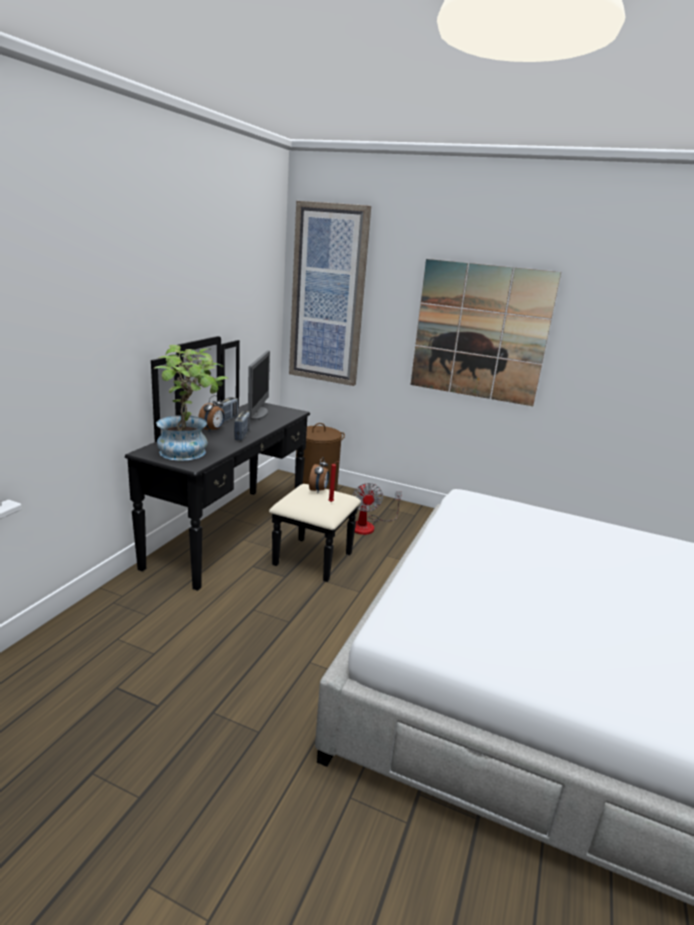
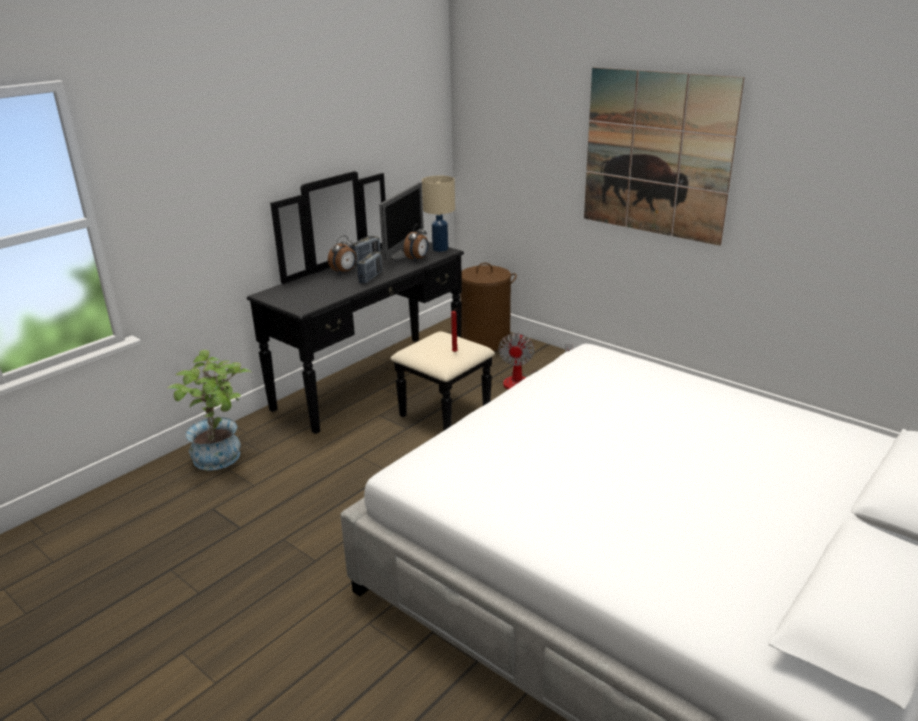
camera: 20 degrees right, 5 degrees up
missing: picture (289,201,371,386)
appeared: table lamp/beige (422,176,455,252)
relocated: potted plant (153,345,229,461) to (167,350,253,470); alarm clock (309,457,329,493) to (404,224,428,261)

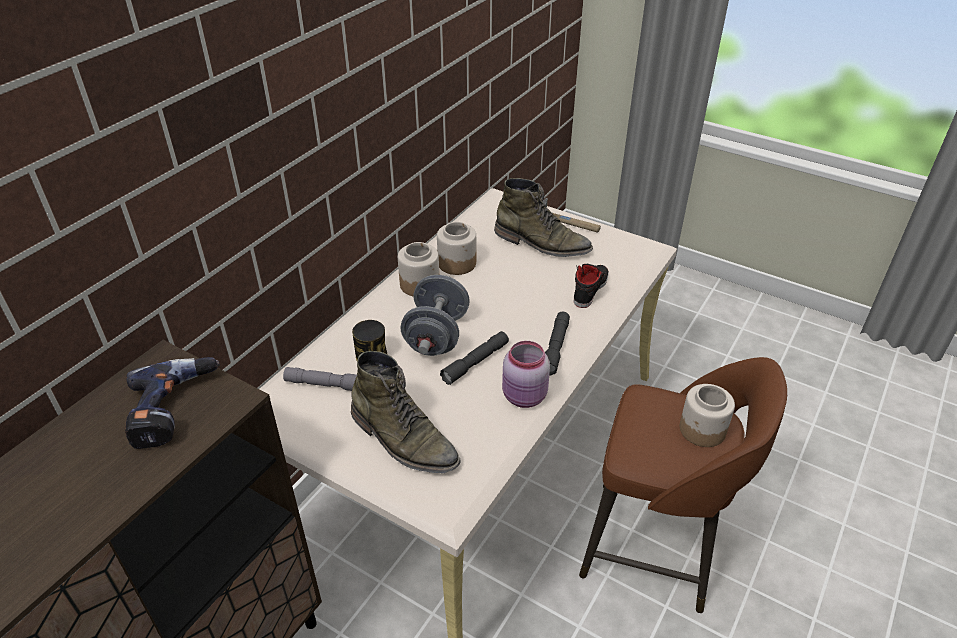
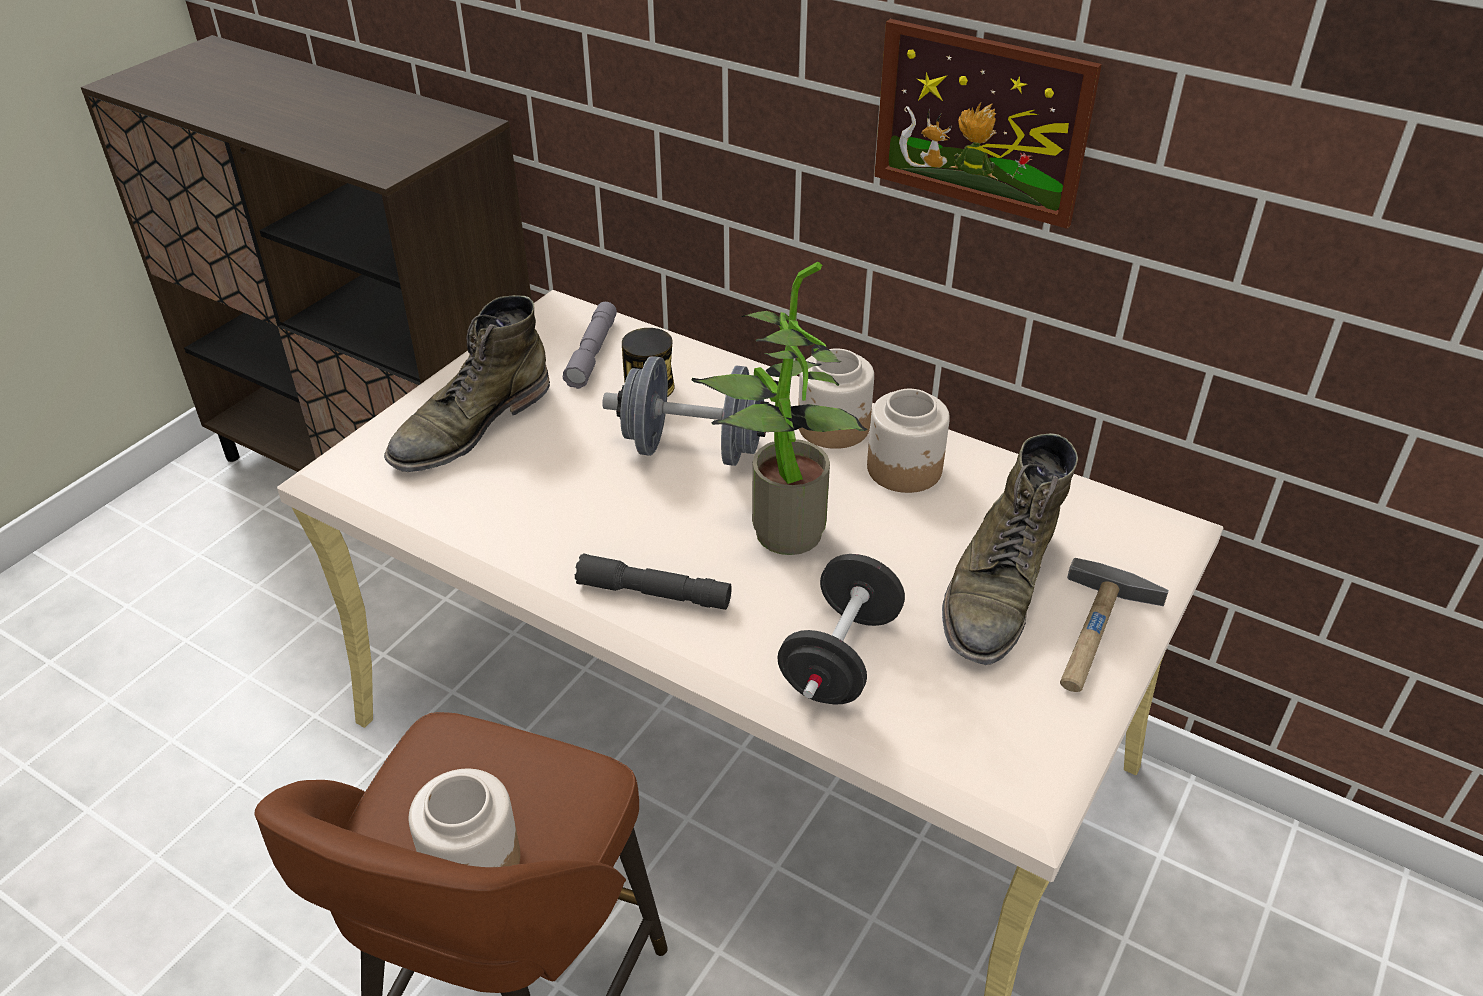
camera: 90 degrees right, 0 degrees up
missing: power drill (125,357,220,449); flashlight/grey (440,331,509,385); jar/pink (502,341,550,408)
appeared: potted plant (691,262,867,555); picture (874,19,1102,229)
exchanged: shoe/black (574,264,609,308) to dumbbell/black (777,554,905,705)

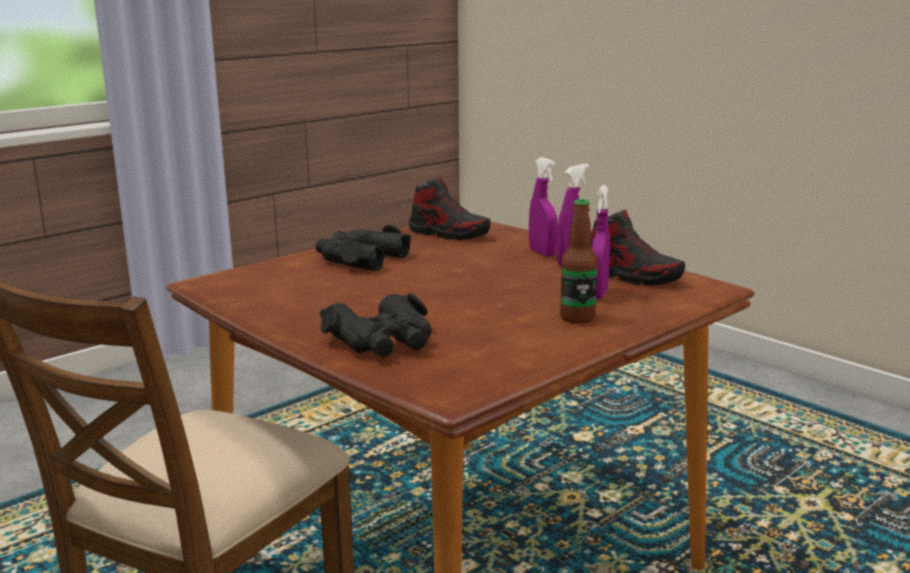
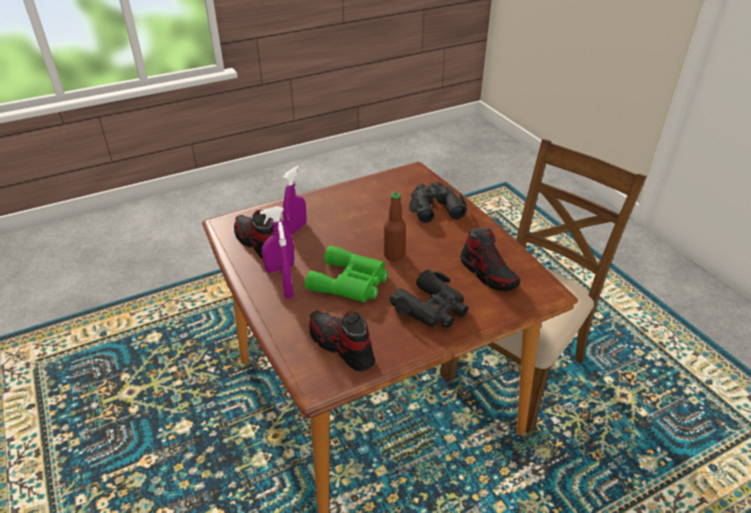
camera: 165 degrees left, 20 degrees up
appeared: binoculars/green (305,246,388,302); shoe (460,228,520,291)
relocated: bottle (560,199,598,323) to (384,192,406,261)

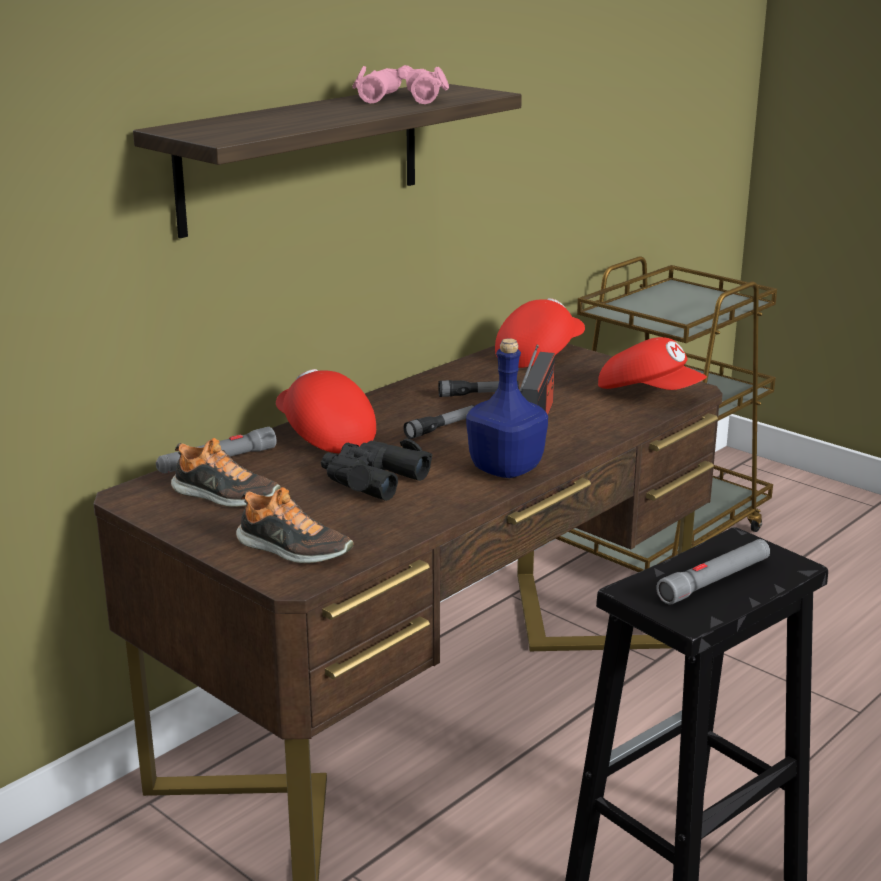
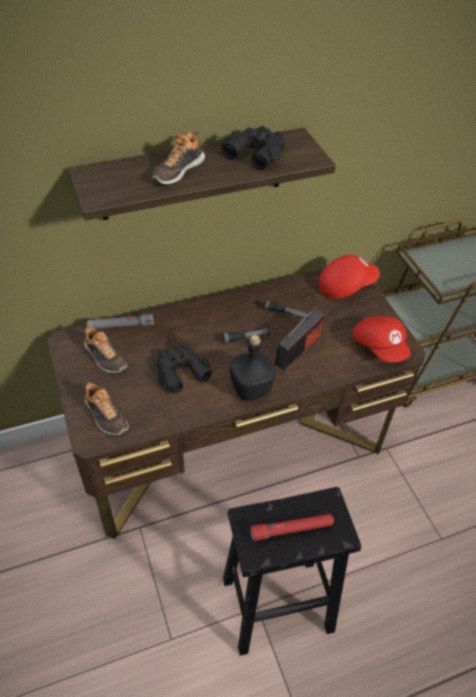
camera: 25 degrees right, 25 degrees up
missing: cap/red (276,369,376,454)
appeared: shoe (152,131,205,184)
colour: binoculars/pink (352,65,449,104) to binoculars/black (221,126,285,170); bottle/blue (466,338,548,478) to bottle/black (230,335,276,401); flashlight/grey (656,539,770,605) to flashlight/red (250,514,334,541)

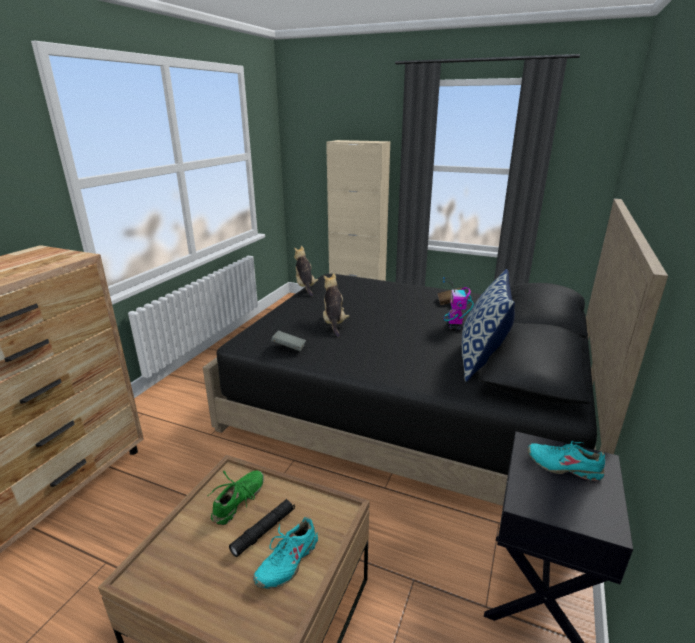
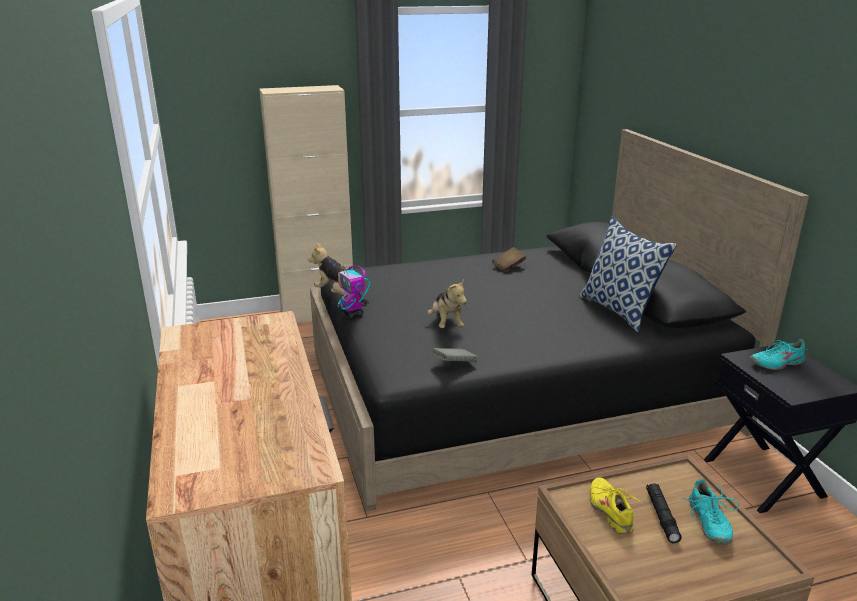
camera: 40 degrees left, 0 degrees up
relocated: toy robot (443,277,474,331) to (328,260,370,318)
colour: shoe/green (208,470,264,525) to shoe/yellow (590,477,643,534)
spun: plush toy (323,273,350,338) = (427,280,467,328) 150 degrees counterclockwise

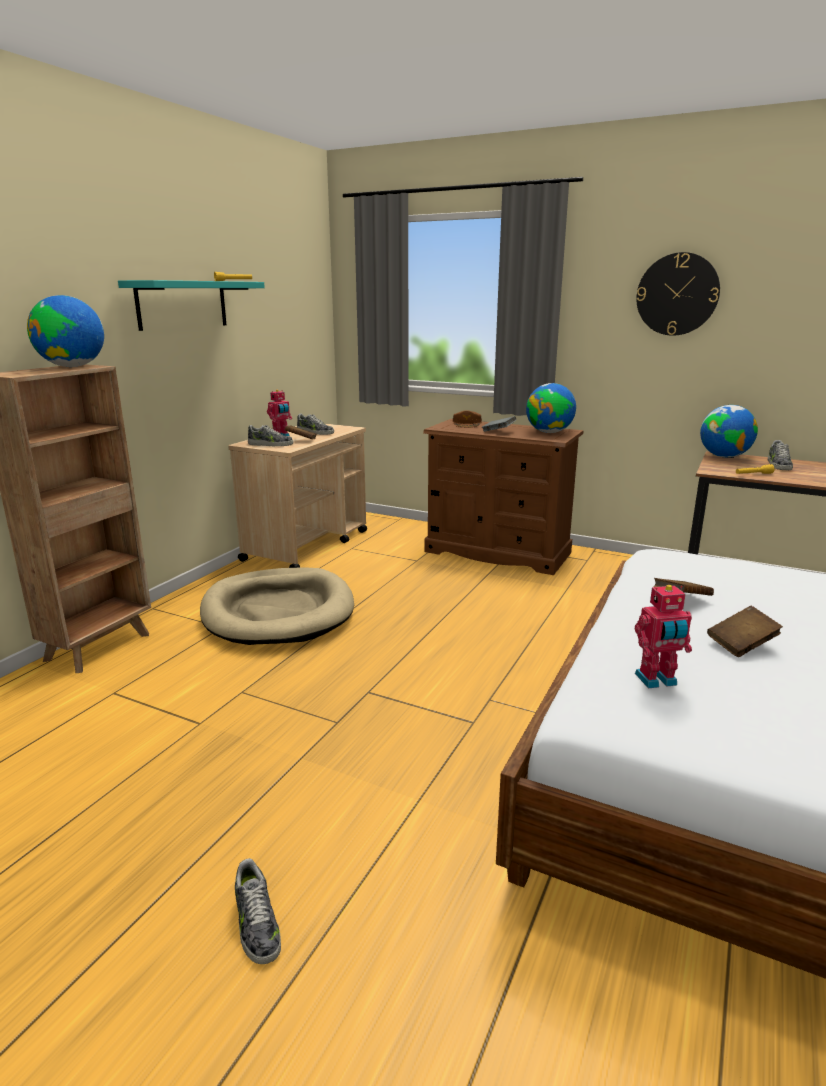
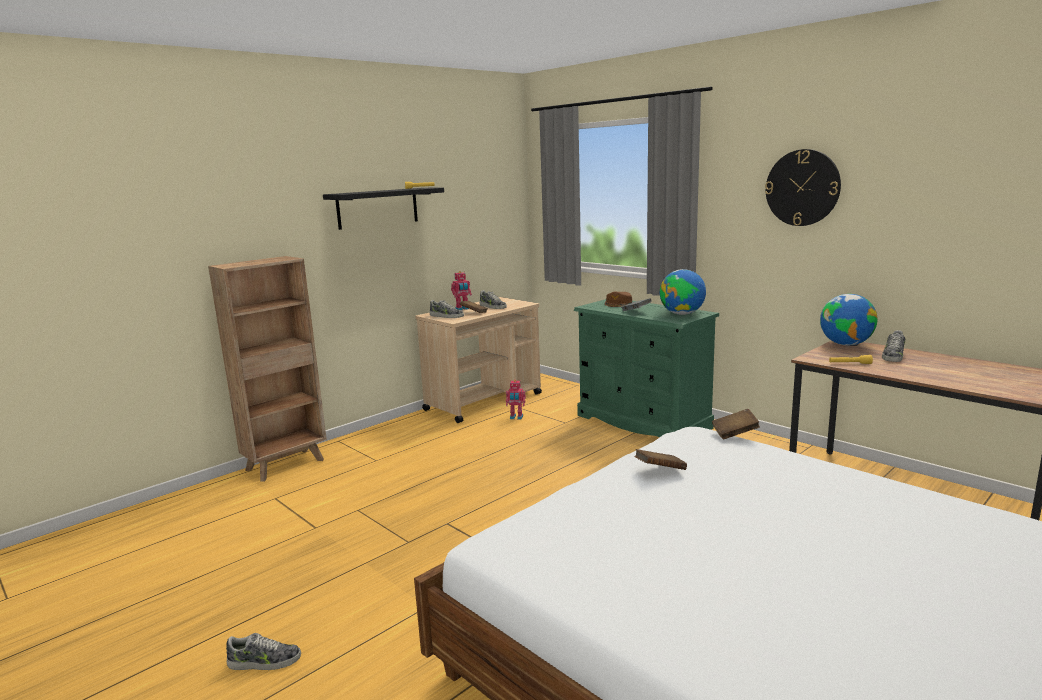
camera: 20 degrees right, 5 degrees down
missing: globe (27,295,104,367); dog bed/beige (200,568,354,645)
relocated: toy robot (635,585,692,689) to (506,380,526,420); book/brown (707,606,783,657) to (712,409,760,440)
colour: shelf/turquoise (118,280,265,331) to shelf/black (323,188,444,230); dresser/brown (423,419,583,575) to dresser/green (574,299,719,437)
spun: shoe (235,858,281,964) = (226,633,301,670) 90 degrees counterclockwise

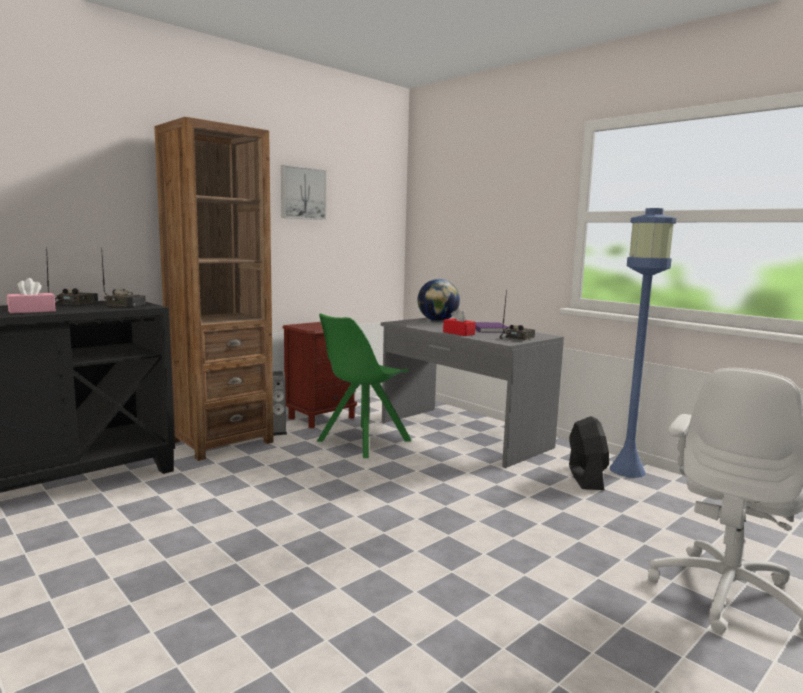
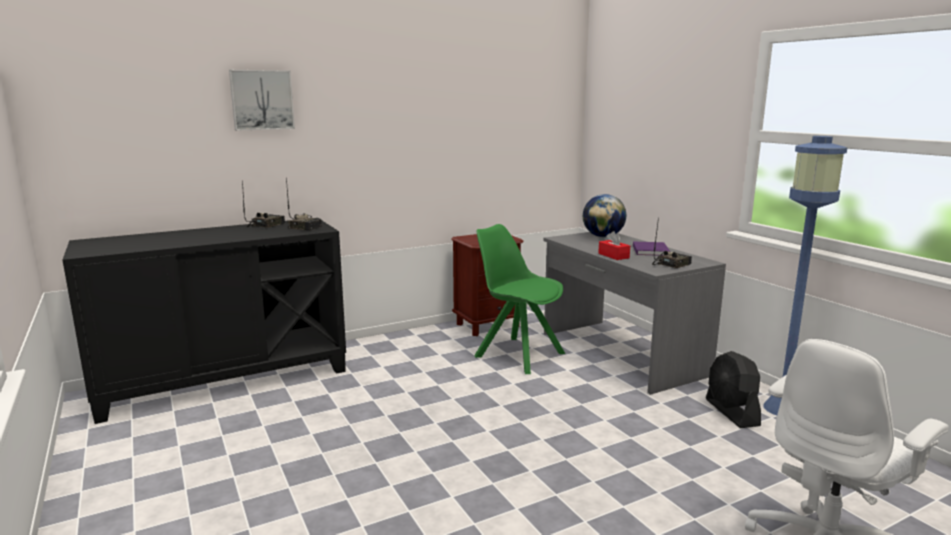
camera: 15 degrees right, 5 degrees up
missing: tissue box/pink (7,278,56,314); bookcase/brown (154,117,274,461); speaker (273,371,287,436)
relocated: picture (281,165,327,220) to (229,70,295,131)
spun: chair/green (317,313,411,458) = (474,224,565,374) 75 degrees clockwise; fan/black (569,416,609,490) = (706,351,761,428) 150 degrees clockwise

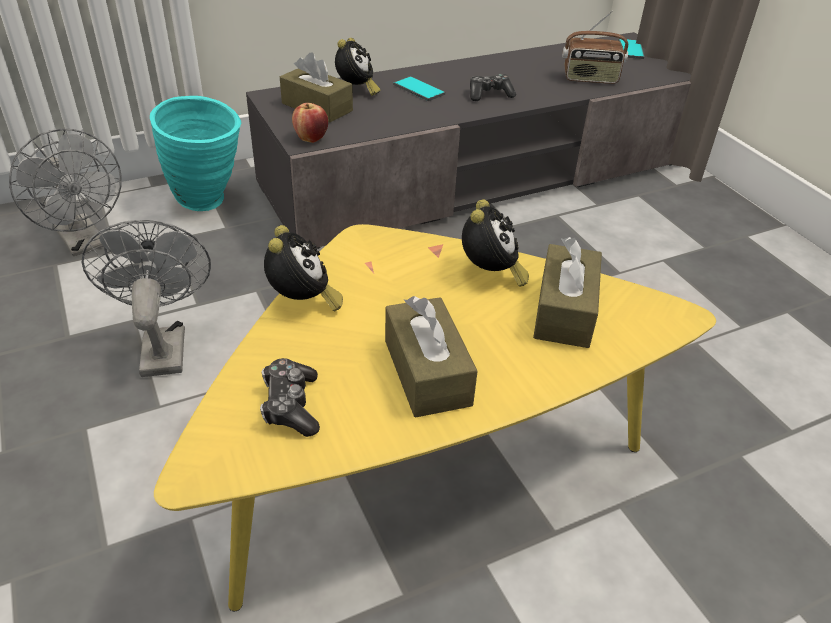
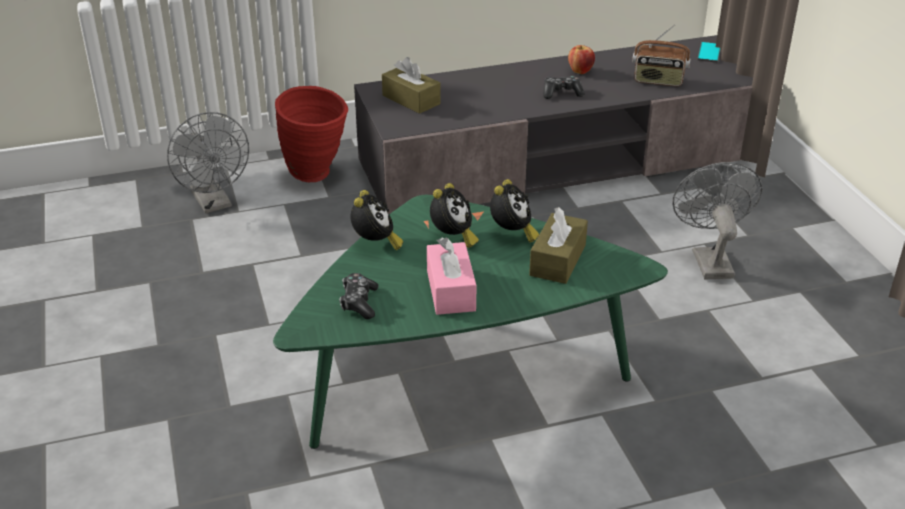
camera: 10 degrees right, 5 degrees down
missing: phone (393,76,445,101)
relocated: fan/grey (82,220,211,377) to (673,162,762,279); apple (292,103,328,143) to (568,45,595,74); alarm clock (335,38,380,96) to (430,183,479,248)
colour: vase/turquoise (150,96,241,211) to vase/red (275,86,348,182); coffee table/yellow (154,224,716,611) to coffee table/green (273,195,668,449); tissue box/brown (385,296,478,418) to tissue box/pink (427,237,476,315)

